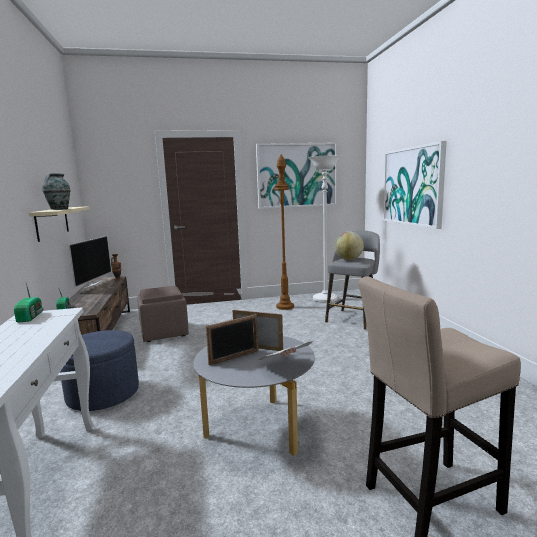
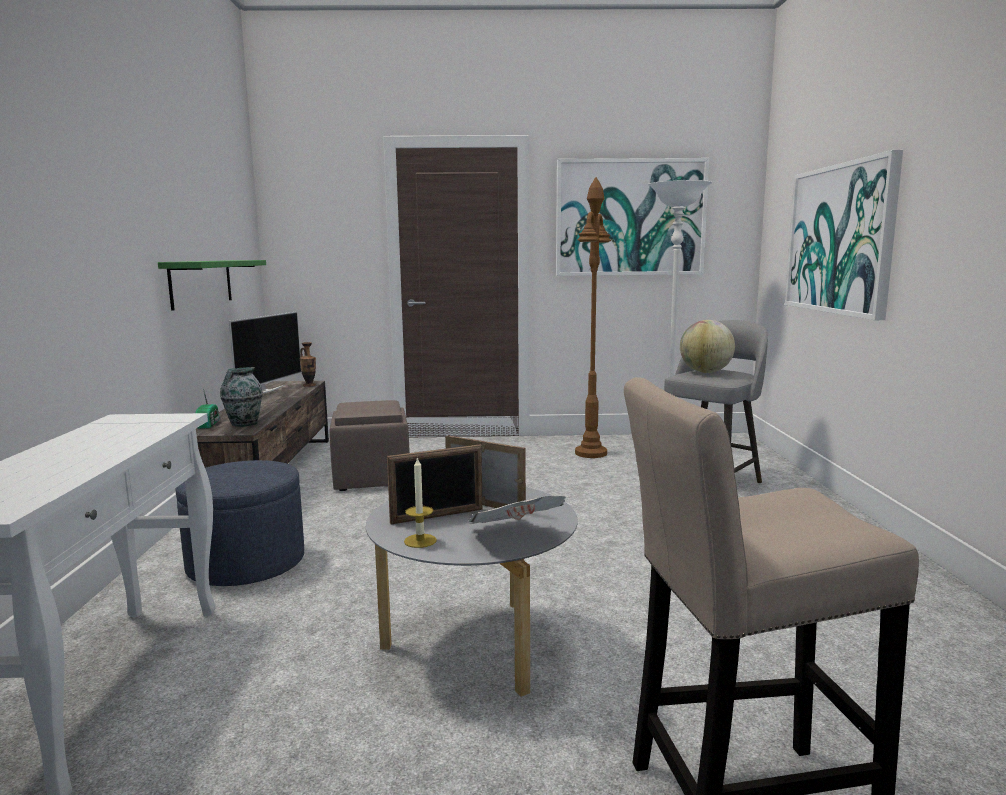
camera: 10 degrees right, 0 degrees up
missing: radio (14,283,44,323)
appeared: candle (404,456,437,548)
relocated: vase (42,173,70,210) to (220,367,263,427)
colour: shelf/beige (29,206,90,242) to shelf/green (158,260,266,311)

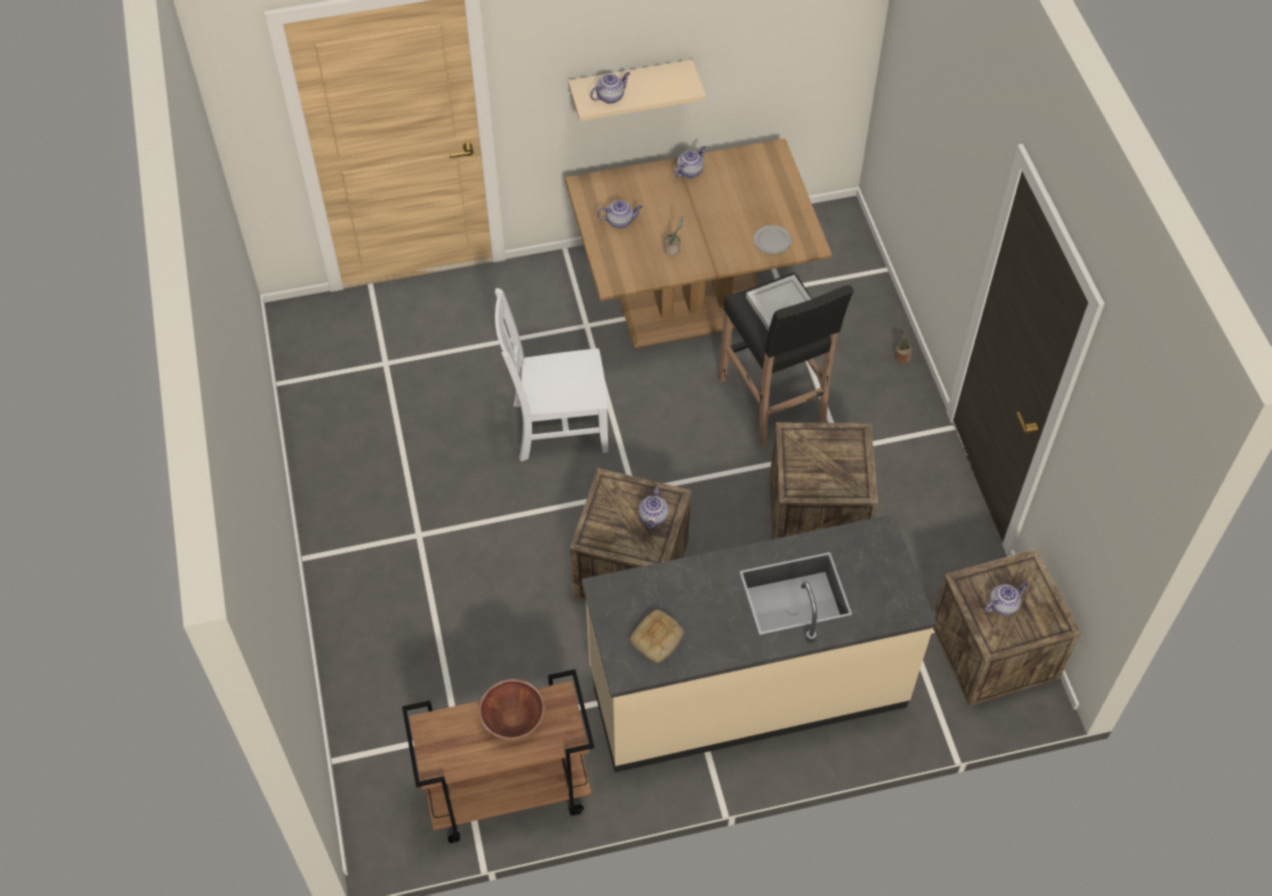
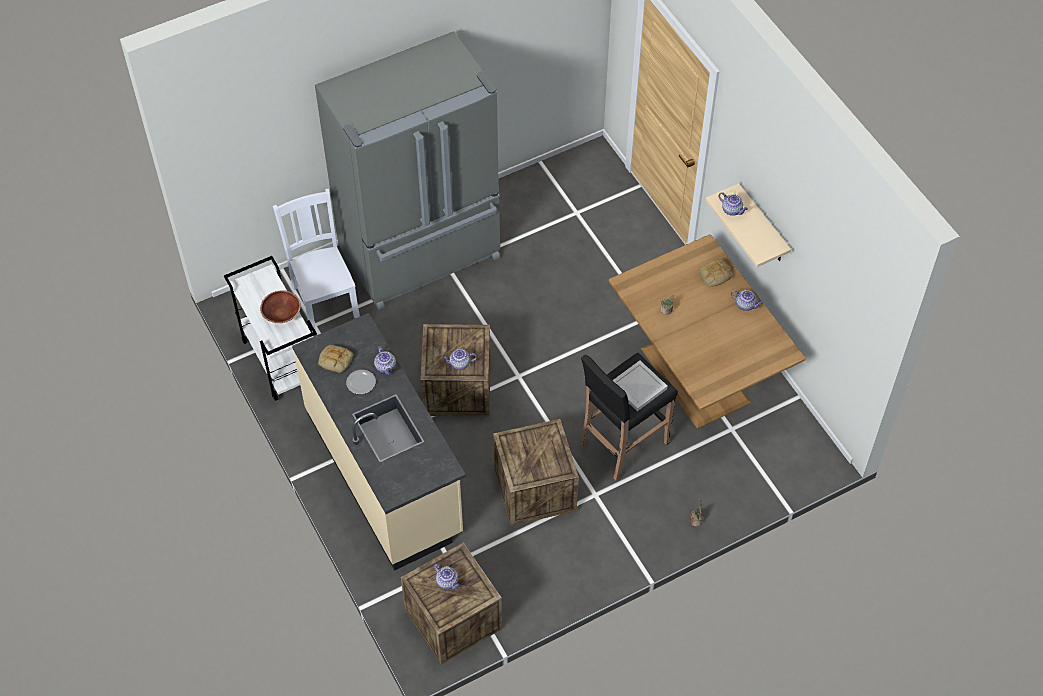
camera: 75 degrees right, 0 degrees up
appeared: fridge/grey (315,31,500,310); bread (699,259,732,287)
relocated: chair/white (495,288,608,461) to (273,189,360,332); teapot (597,200,643,228) to (374,346,396,375); plate (754,225,792,254) to (346,370,376,394)
colour: cart/brown (402,669,594,843) to cart/white (224,256,317,401)

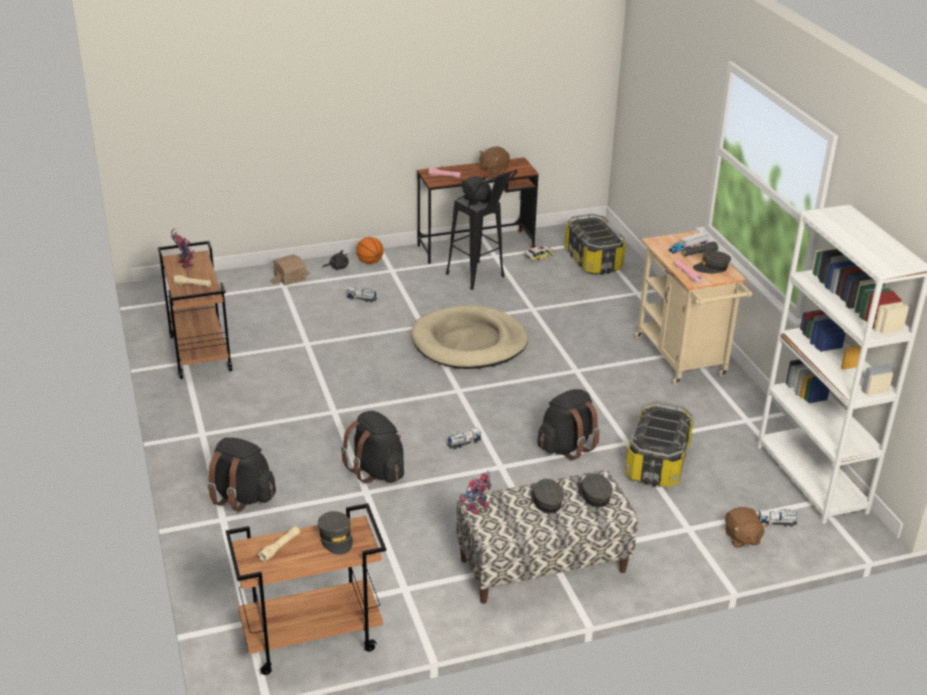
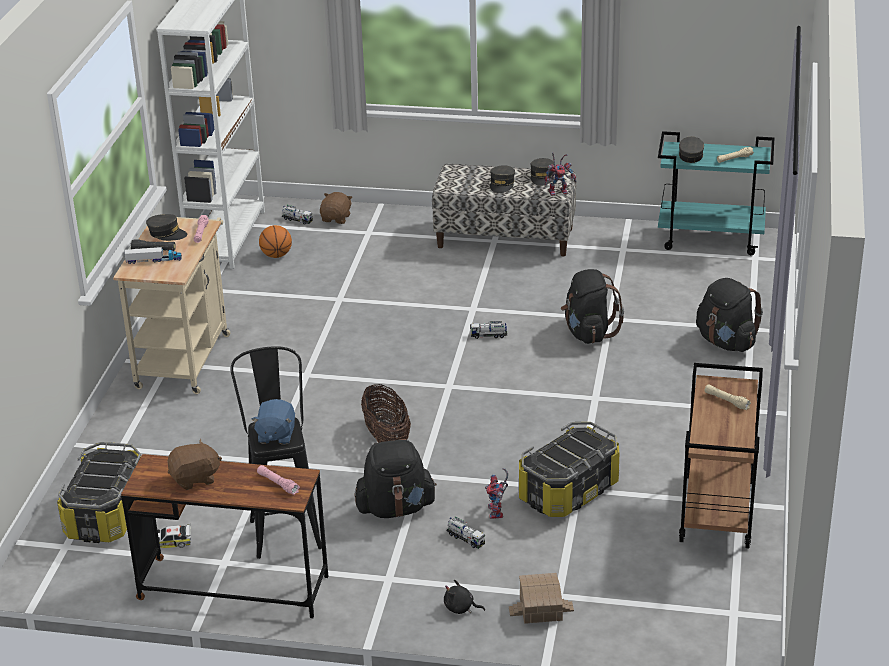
camera: 150 degrees left, 0 degrees up
relocated: toy robot (171,228,194,268) to (485,468,508,519); basketball (356,237,383,264) to (259,225,292,258); backpack/black (537,389,600,460) to (354,439,437,518); cap/grey (579,473,613,507) to (530,158,554,186); storage box (625,401,694,487) to (519,422,619,517)
exchanged: dog bed/beige (411,305,528,369) to basket (361,384,411,443)
colour: cart/brown (226,503,386,675) to cart/turquoise (658,131,774,255); plush toy/black (461,176,491,205) to plush toy/blue (251,399,295,445)

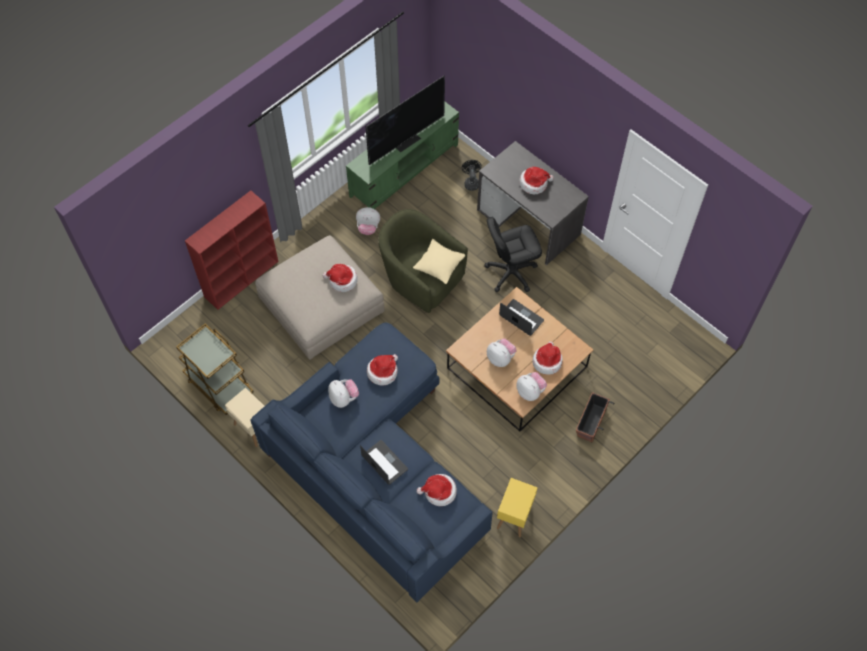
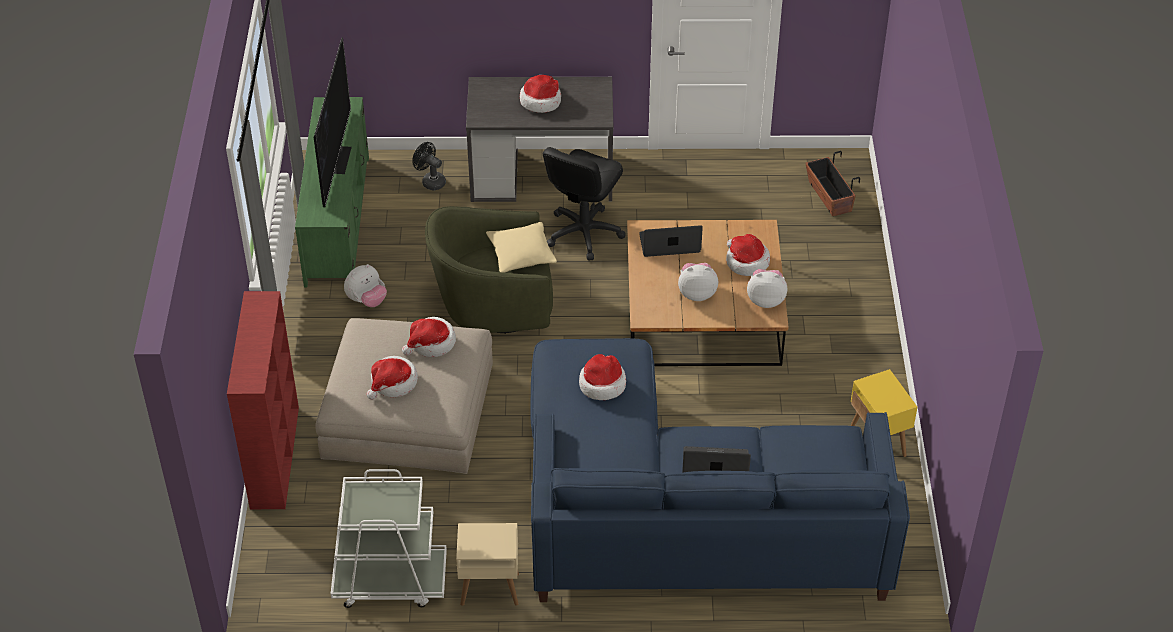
camera: 45 degrees left, 15 degrees down
missing: plush toy (328,379,359,408)
relocated: hat (417,474,457,506) to (366,356,418,400); planter (576,392,614,442) to (805,151,860,216)
colour: cart/brown (176,324,254,415) to cart/white (331,469,447,608)

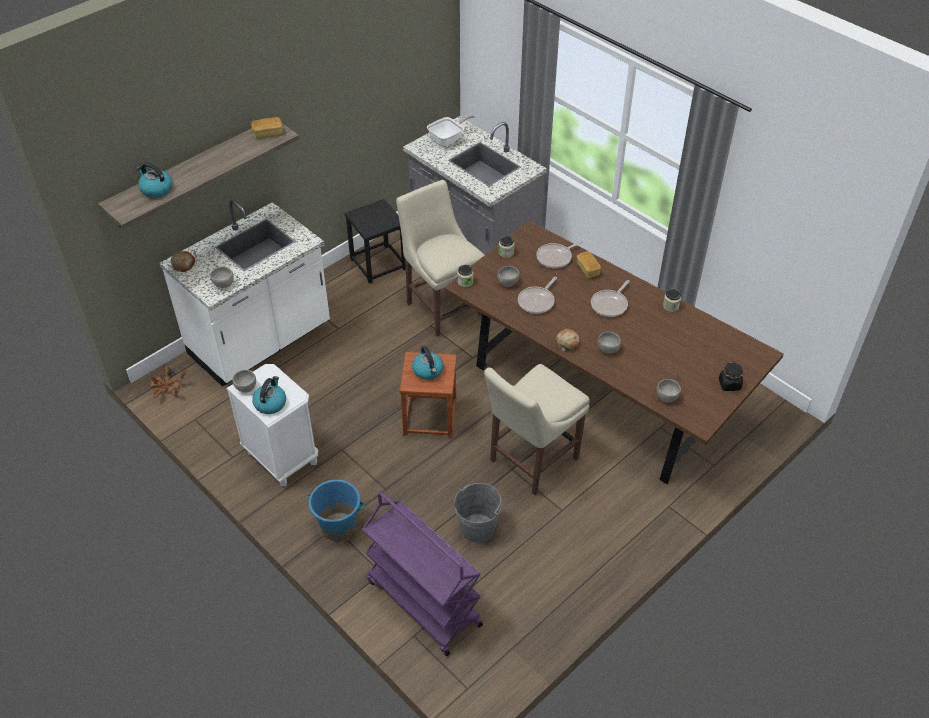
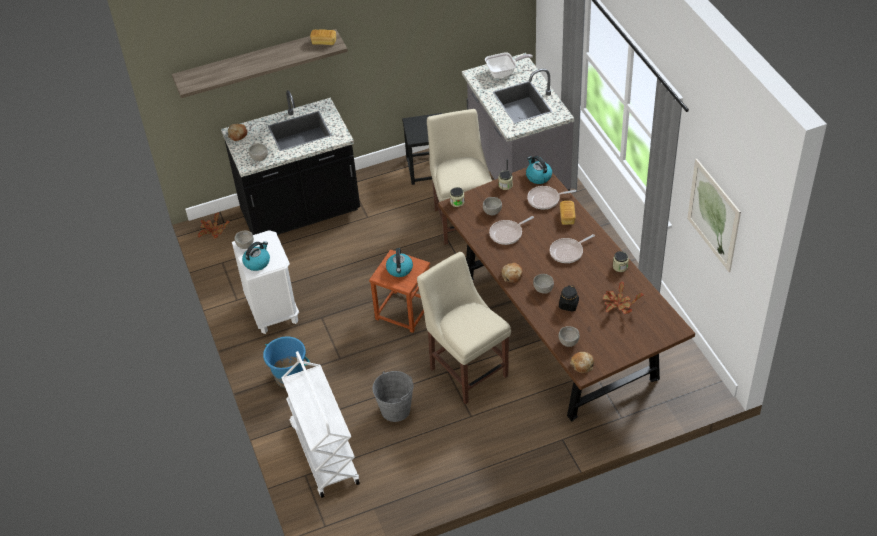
camera: 25 degrees right, 0 degrees up
appeared: bread (570,352,594,373); potted plant (603,282,644,314); picture (687,159,741,272)
relocated: kettle (136,162,172,198) to (526,156,552,184); jar/black (719,362,743,391) to (559,285,579,311)
colour: counter/white (160,200,330,387) to counter/black (221,90,360,235); cart/purple (362,492,483,656) to cart/white (282,351,360,498)
spun: chair/beige (484,364,590,495) = (417,252,511,404) 75 degrees clockwise

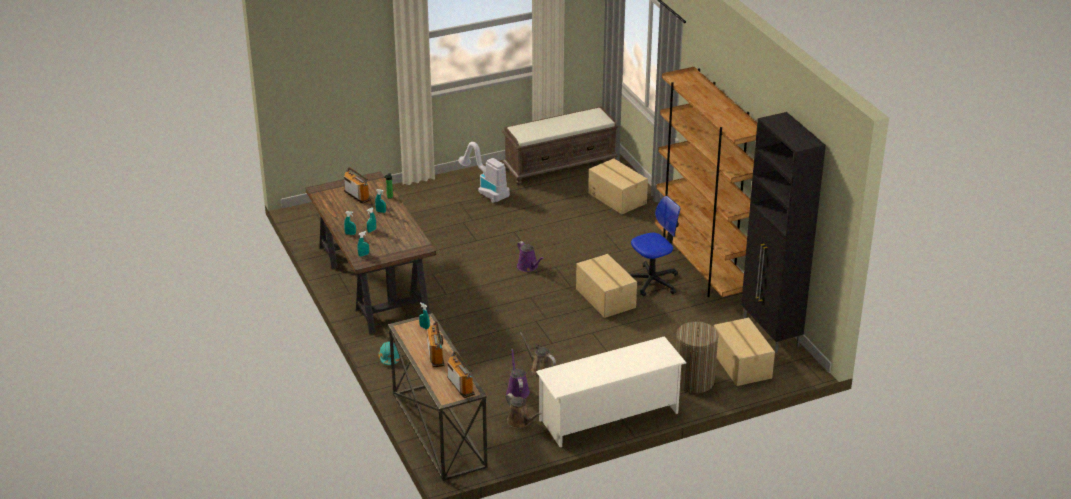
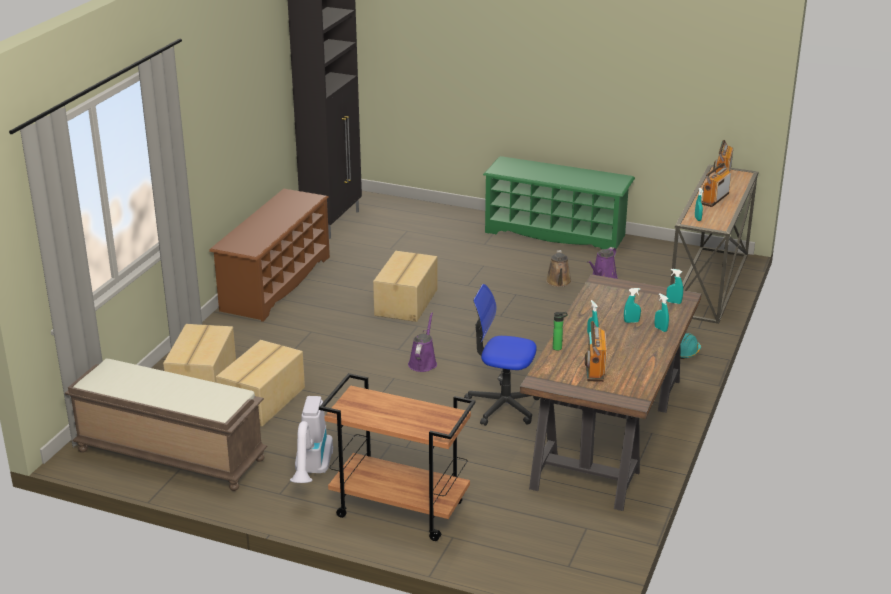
camera: 135 degrees left, 5 degrees down
missing: watering can/brown (505,393,542,429); laundry basket (676,321,718,393)
appeared: cart/brown (319,373,476,541)
relocated: office chair (628,196,681,296) to (464,284,540,426); cardboard box (714,318,775,386) to (216,340,305,426)
exchanged: bookcase/brown (655,67,757,297) to shoe rack/brown (209,189,330,322)
colour: shoe rack/white (536,336,686,447) to shoe rack/green (483,156,635,252)

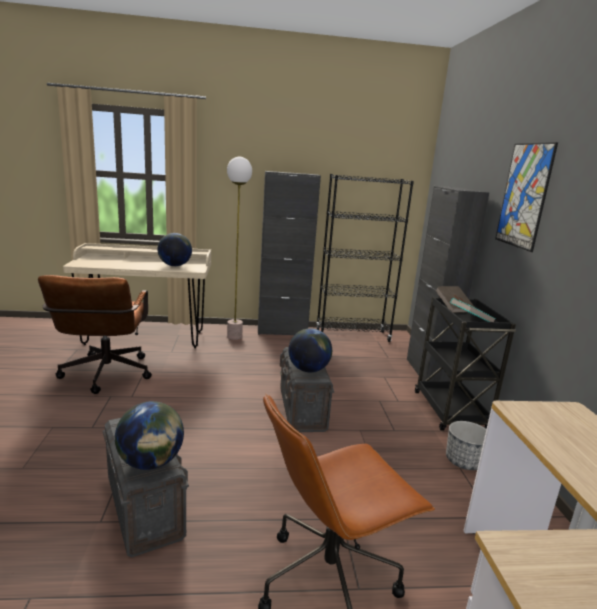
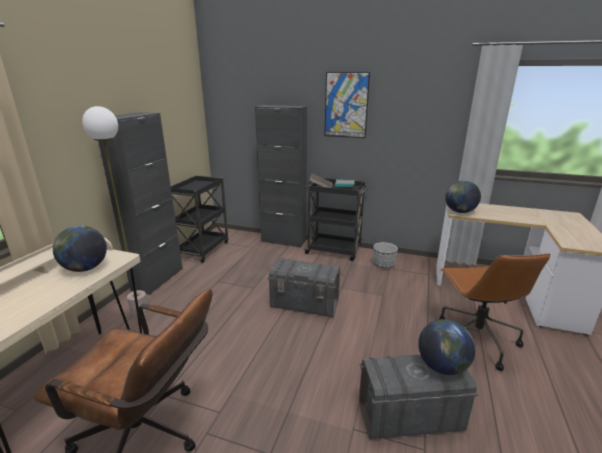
camera: 65 degrees left, 5 degrees up
relocated: globe (288,328,332,372) to (445,181,481,213)
exchanged: bookcase/black (316,174,414,342) to cart/black (171,175,228,263)

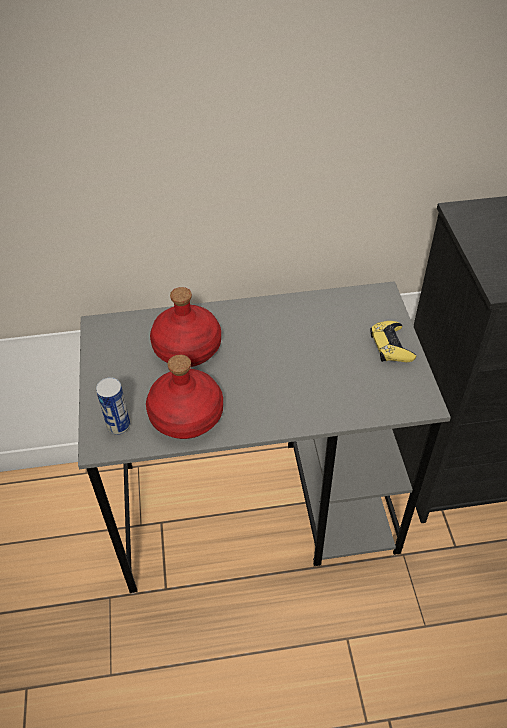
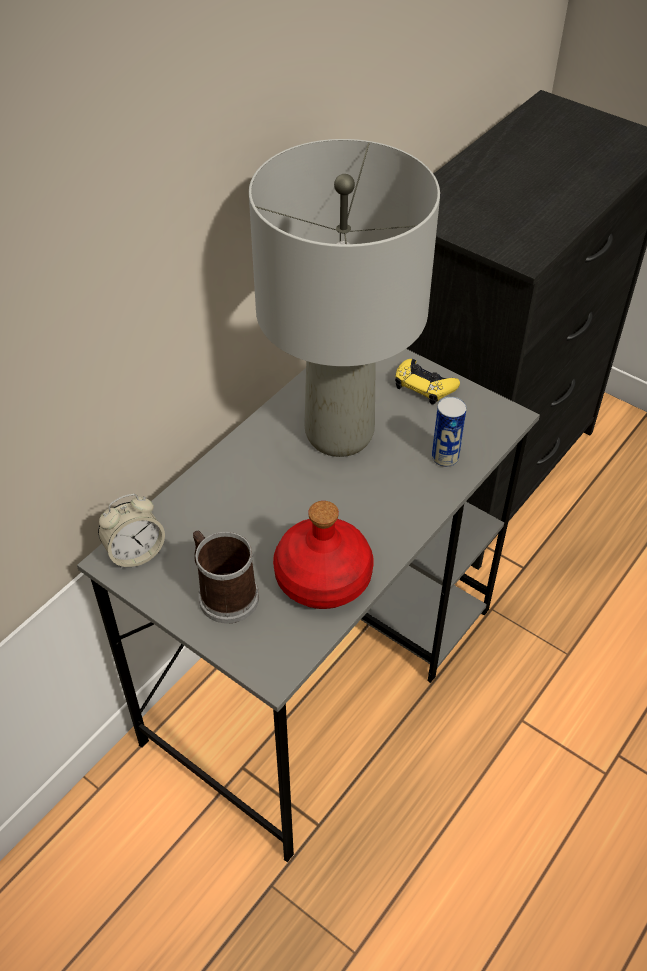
camera: 45 degrees left, 0 degrees up
missing: bottle/red (150,287,221,367)
appeared: alarm clock (98,494,165,569); mug (193,531,259,624); table lamp/grey (249,139,440,457)
relocated: can (96,377,130,435) to (432,397,467,467)

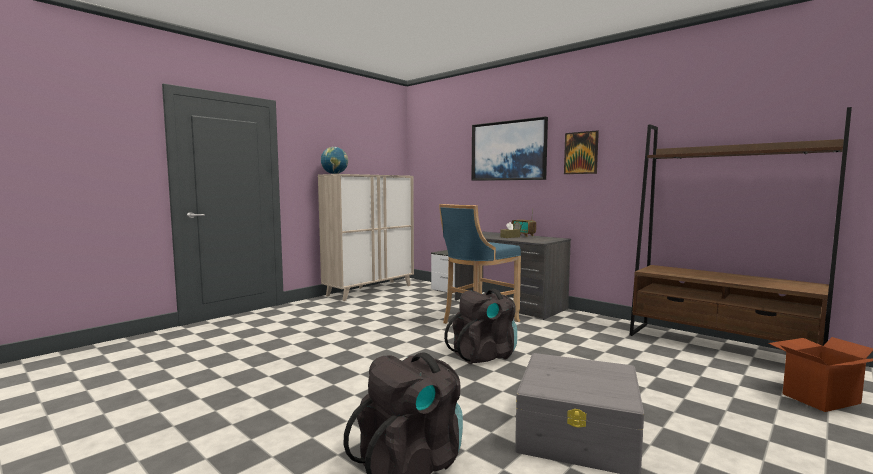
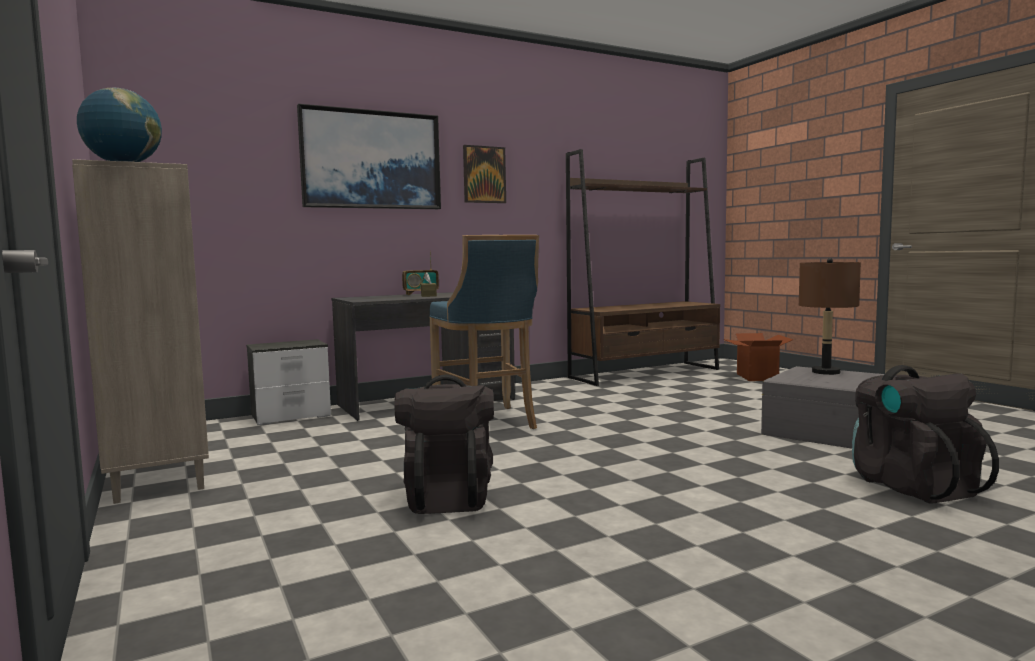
camera: 70 degrees left, 0 degrees up
appeared: table lamp/brown (799,258,861,375)
relocated: backpack/black (444,289,517,364) to (395,375,494,514)

